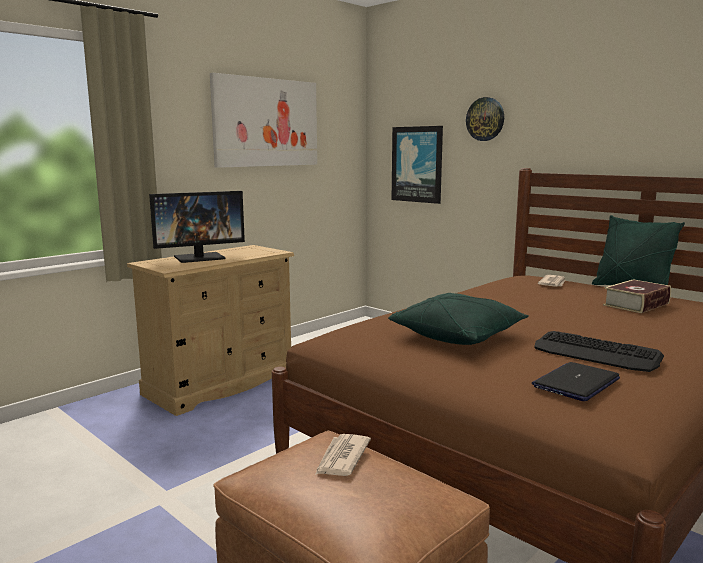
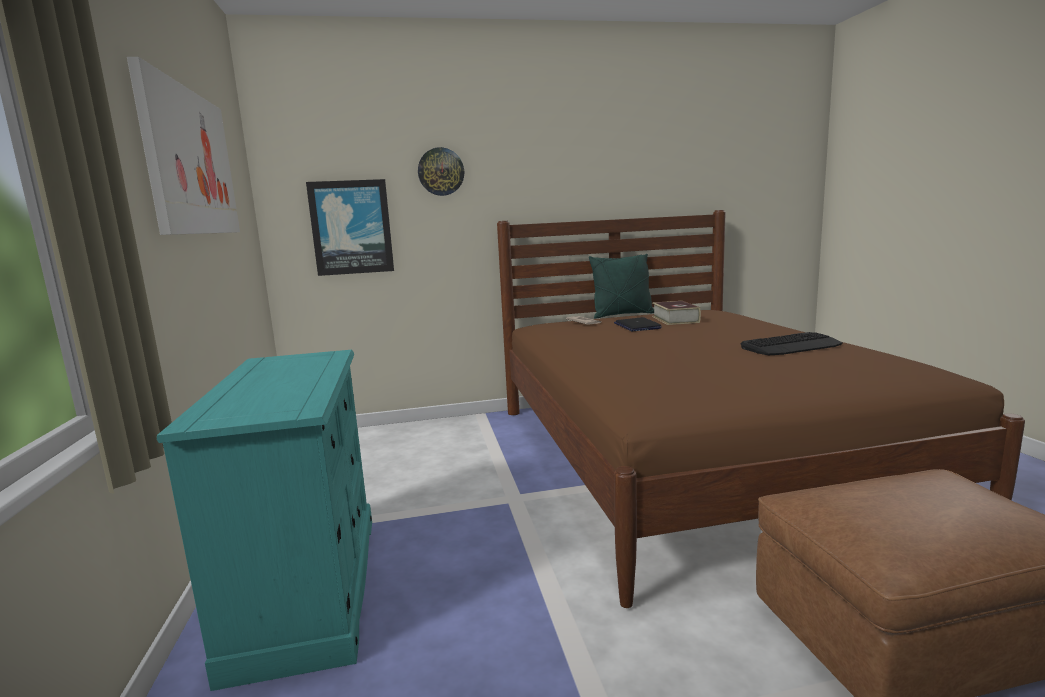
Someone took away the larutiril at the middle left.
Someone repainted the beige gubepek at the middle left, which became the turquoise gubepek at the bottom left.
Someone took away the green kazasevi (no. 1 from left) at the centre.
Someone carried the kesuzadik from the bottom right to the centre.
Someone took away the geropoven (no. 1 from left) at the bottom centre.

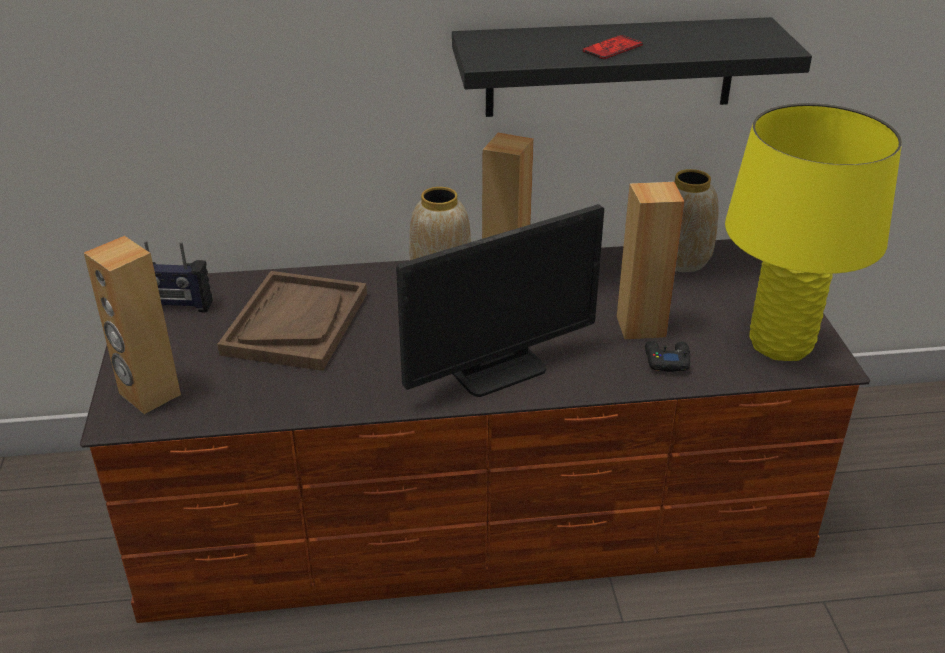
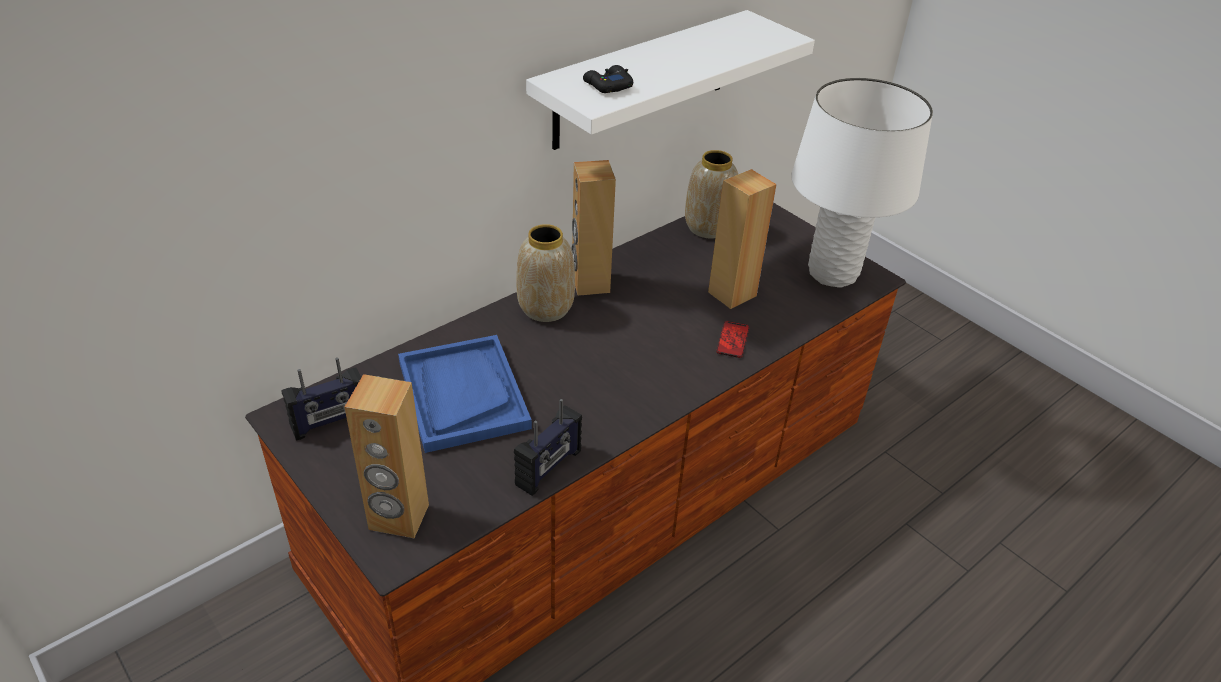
Someone repainted the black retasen at the top right, which became the white retasen at the top centre.
Someone carried the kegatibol from the top centre to the centre.
Someone repainted the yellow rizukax at the middle right, which became the white rizukax at the top right.
Someone took away the larutiril at the centre.
Someone repainted the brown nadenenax at the middle left, which became the blue nadenenax at the centre.
Someone carried the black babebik from the middle right to the top centre.
Someone put down the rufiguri (no. 2 from left) at the centre.

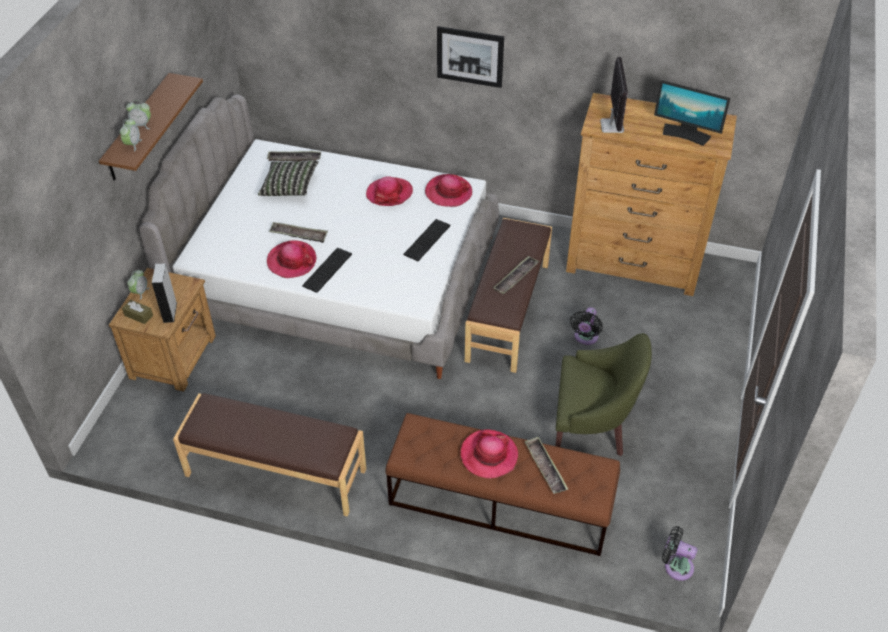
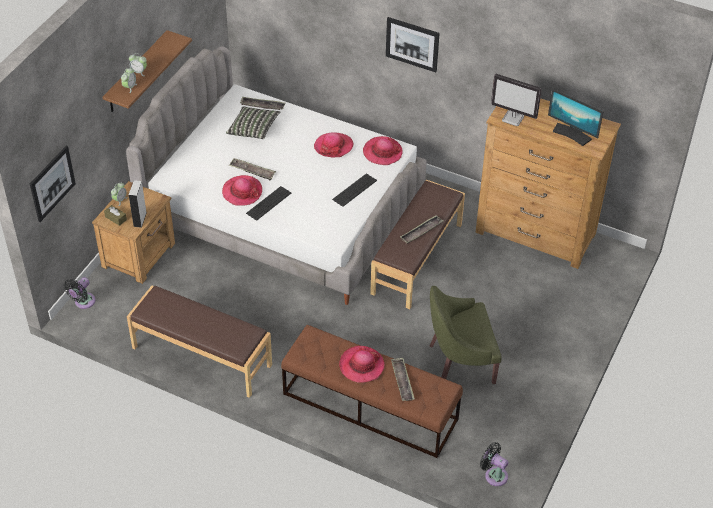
Someone rotated the larutiril (no. 1 from left) at the top right by 105 degrees clockwise.
Someone carried the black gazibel (no. 1 from left) from the centre to the middle left.
Someone rotated the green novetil at the middle right by 150 degrees clockwise.
Someone put up the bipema (no. 1 from left) at the middle left.

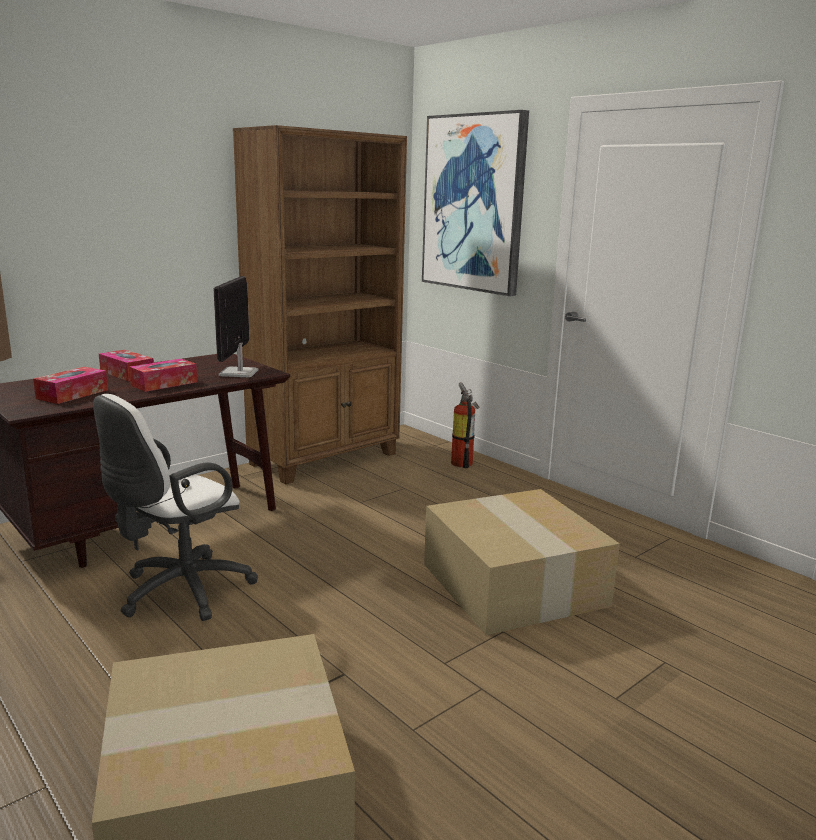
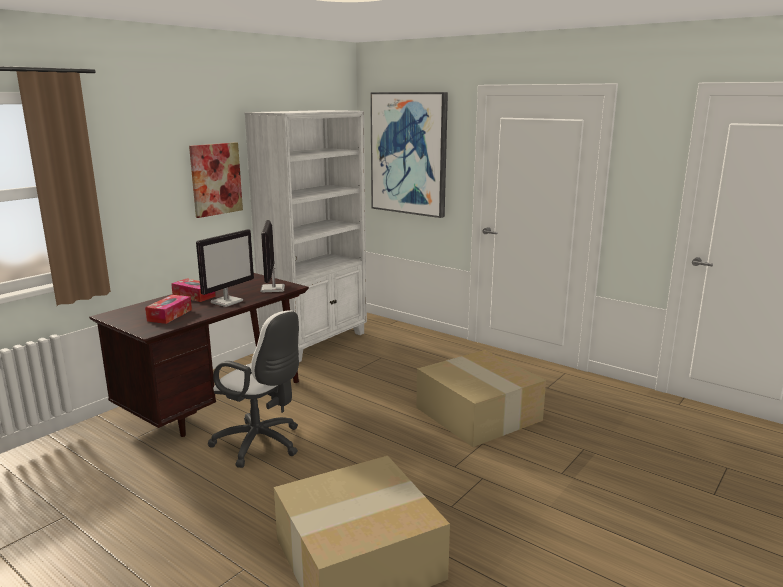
Someone repainted the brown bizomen at the centre, which became the white bizomen at the centre.
Someone swapped the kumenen (no. 3 from left) at the middle left for the larutiril (no. 1 from left) at the middle left.
Someone took away the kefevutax at the centre.
Someone rotated the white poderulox at the middle left by 90 degrees counterclockwise.
Someone put up the bipema (no. 1 from left) at the top left.

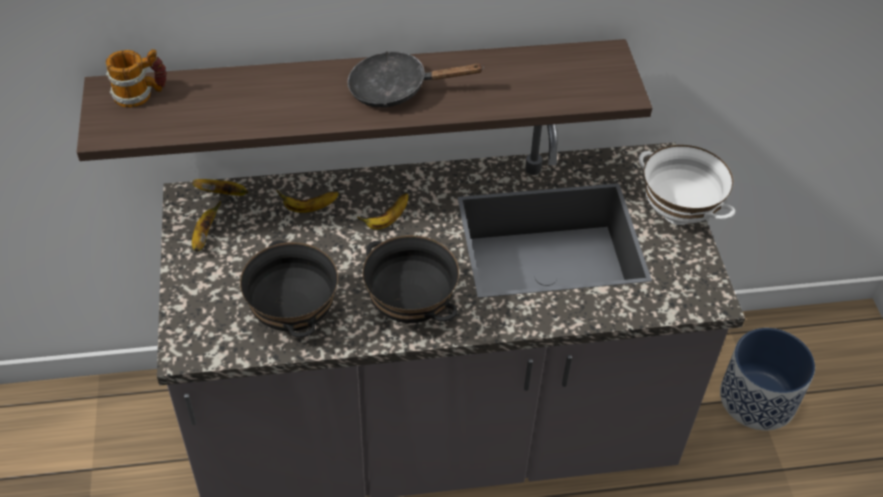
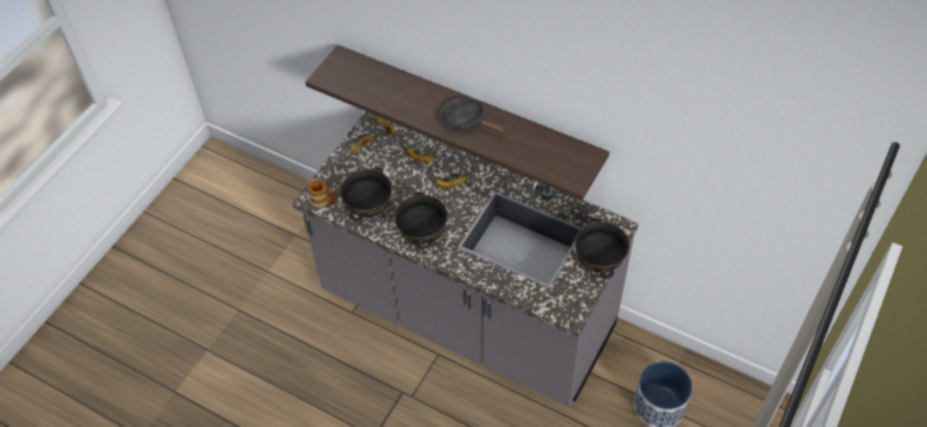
Someone carried the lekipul from the top left to the centre.
Someone repainted the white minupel at the middle right, which became the black minupel (no. 3 from left) at the centre.

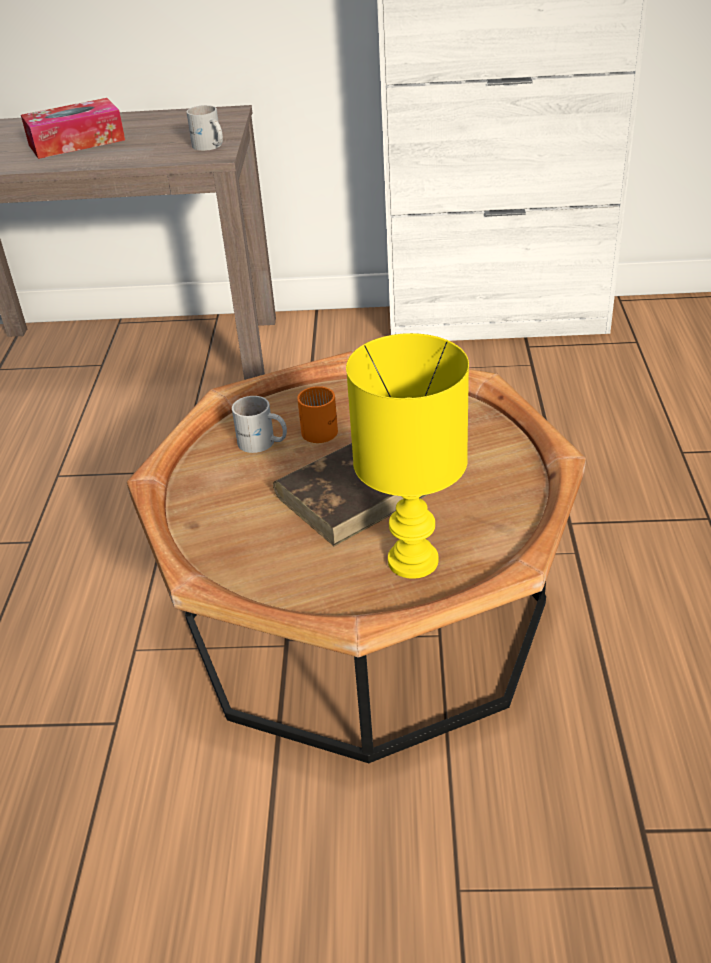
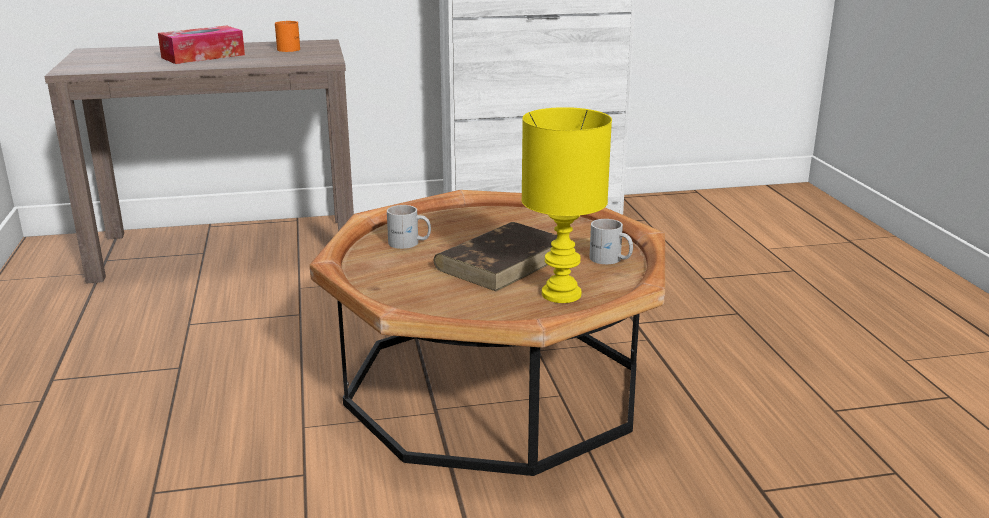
Someone carried the white lekipul (no. 1 from left in the first image) from the top left to the centre.
Someone carried the orange lekipul from the centre to the top left.

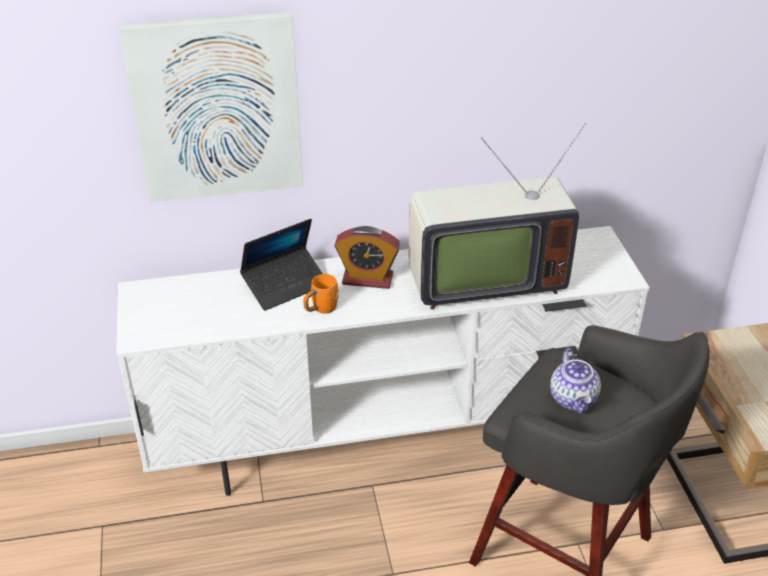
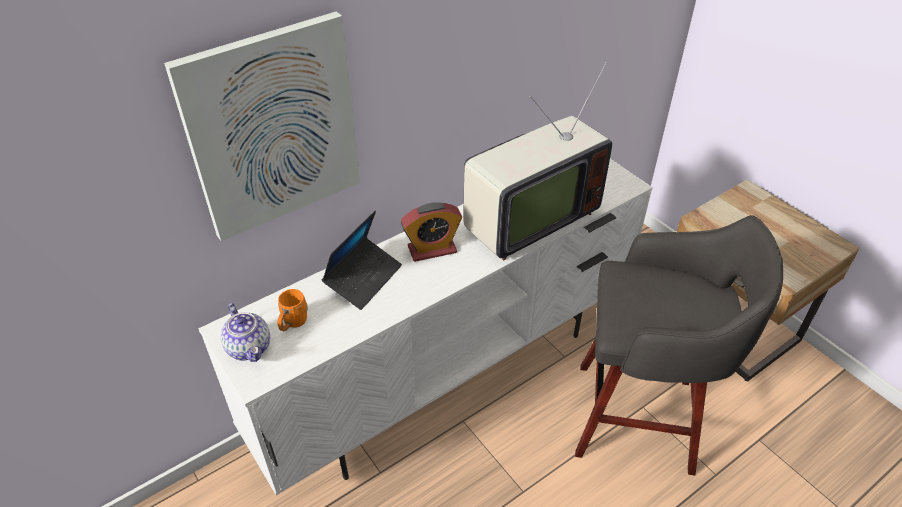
Someone carried the orange lekipul from the centre to the middle left.
Someone carried the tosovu from the middle right to the middle left.

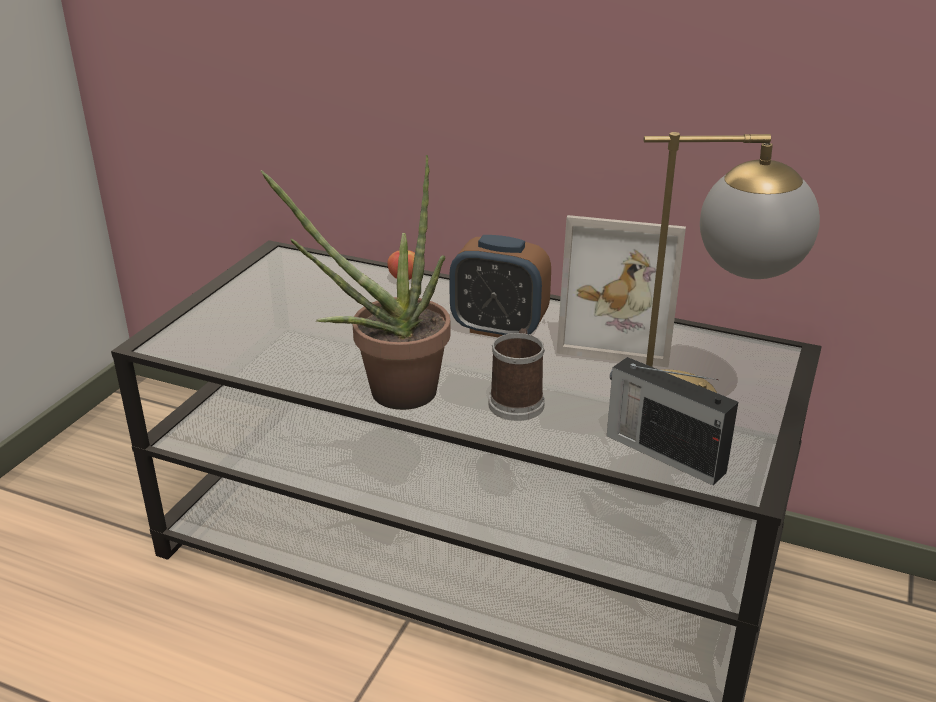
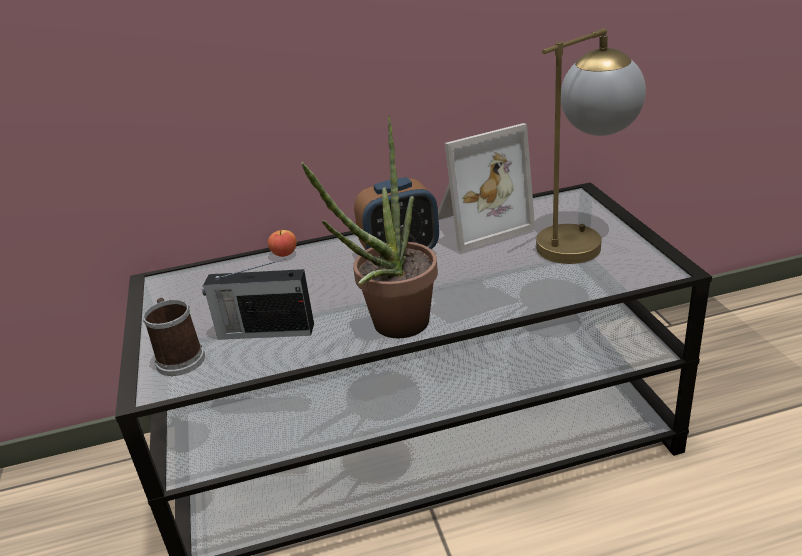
Someone carried the lekipul from the centre to the middle left.
Someone carried the rufiguri from the middle right to the middle left.

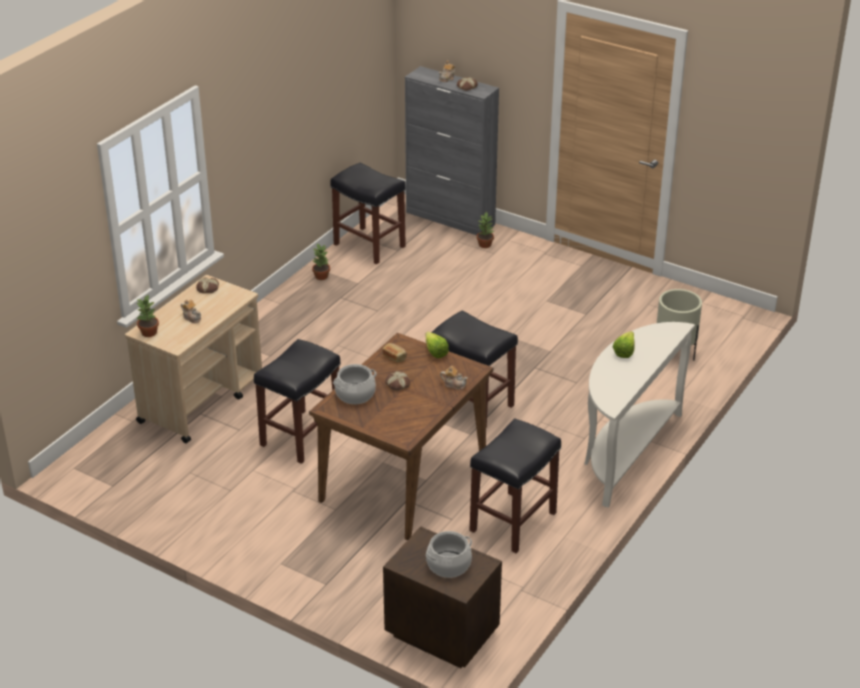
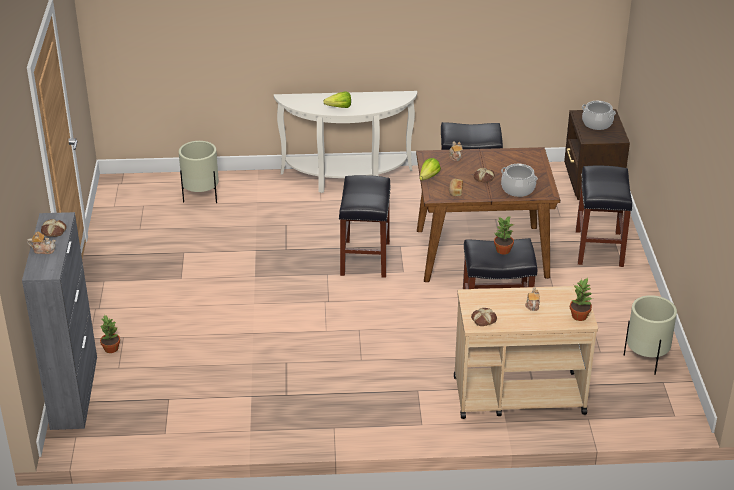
Someone carried the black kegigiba (no. 2 from left in the first image) from the top centre to the middle right.
Someone carried the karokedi (no. 2 from left) from the centre to the middle right.
Someone put down the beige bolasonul (no. 2 from left) at the bottom right.

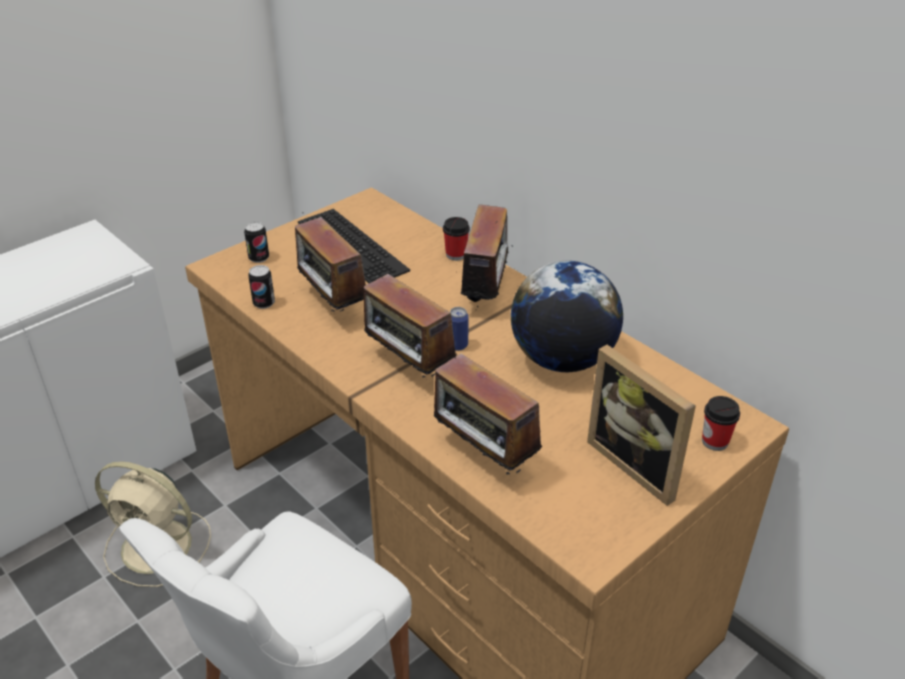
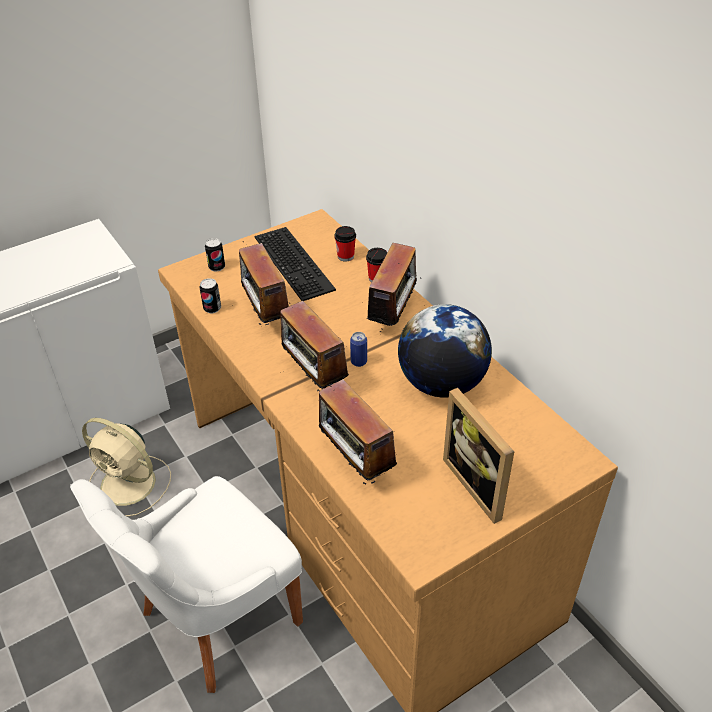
Someone carried the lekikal (no. 2 from left in the first image) from the middle right to the centre.

